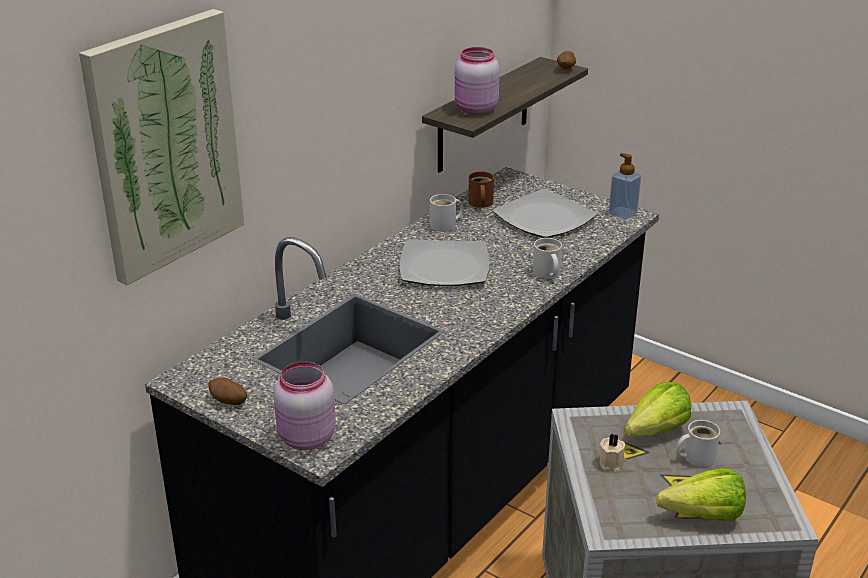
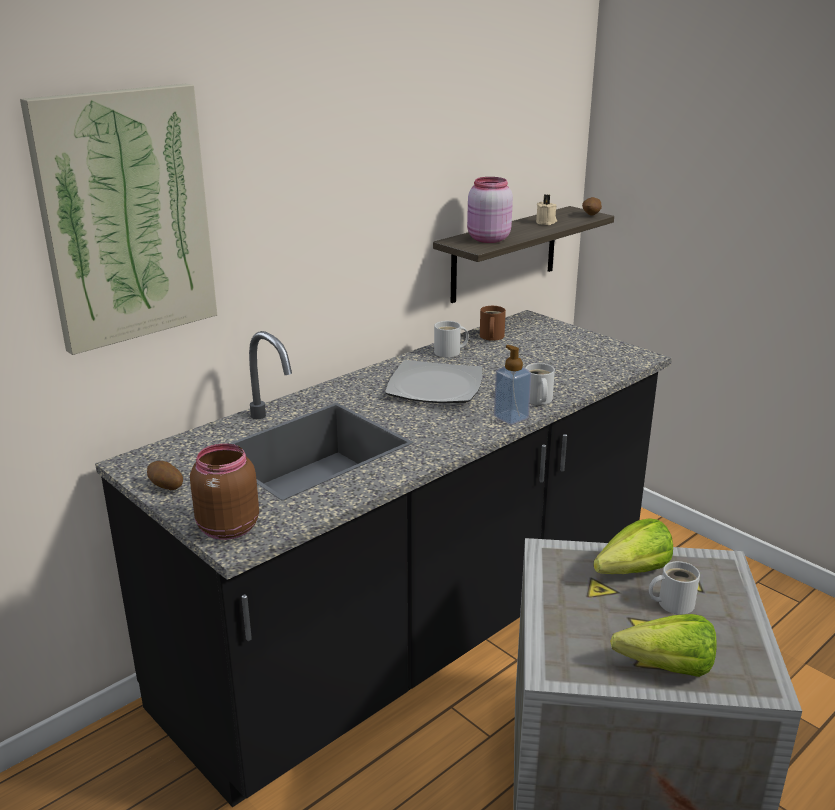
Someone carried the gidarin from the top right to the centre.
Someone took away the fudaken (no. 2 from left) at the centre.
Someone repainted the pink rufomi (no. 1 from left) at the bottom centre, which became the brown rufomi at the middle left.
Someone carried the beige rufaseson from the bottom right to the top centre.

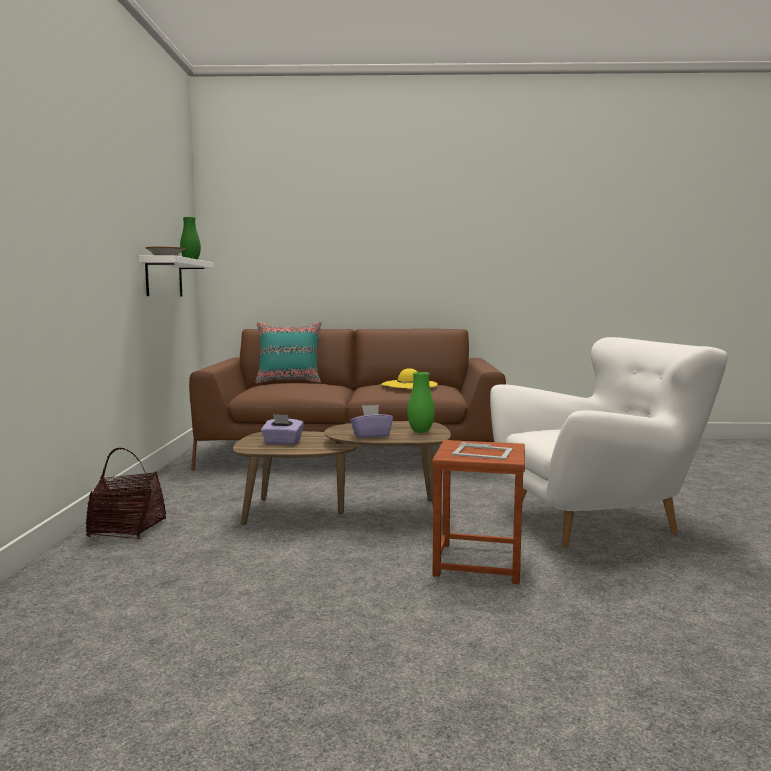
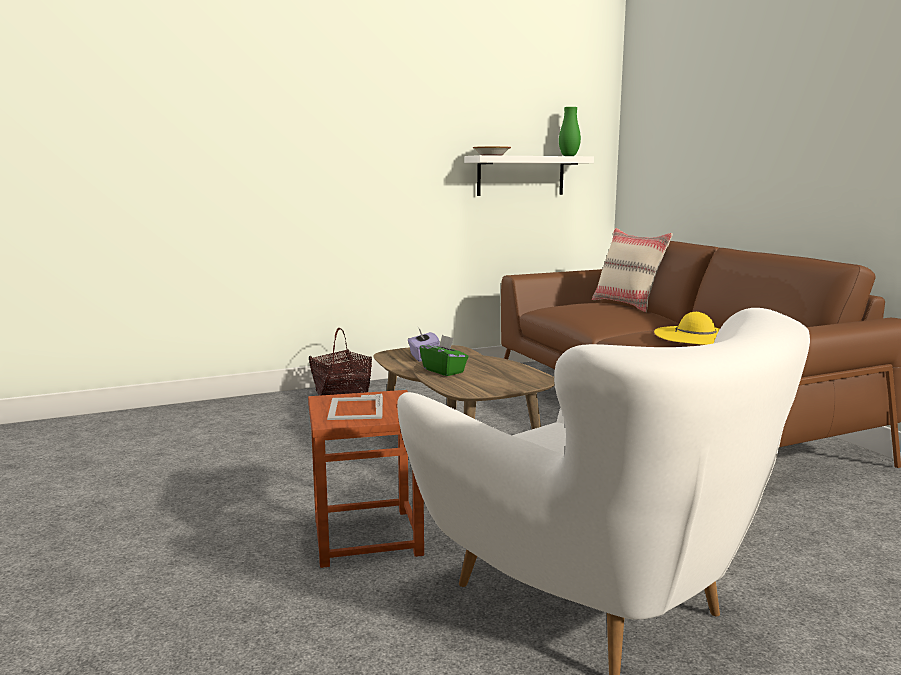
Someone repainted the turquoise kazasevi at the centre, which became the beige kazasevi at the middle right.
Someone took away the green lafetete (no. 2 from left) at the centre.
Someone repainted the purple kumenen (no. 2 from left) at the centre, which became the green kumenen at the centre.

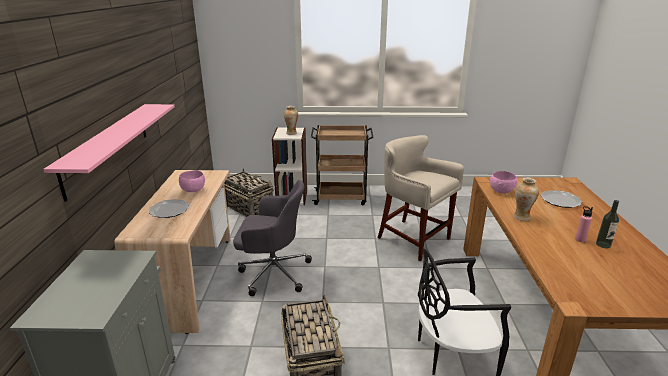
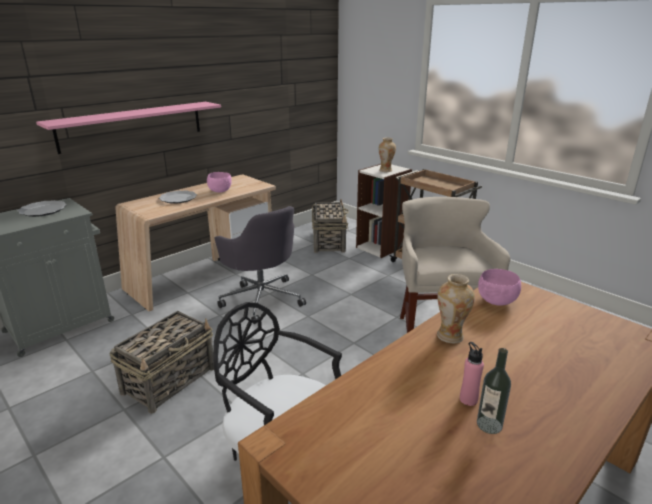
Someone carried the fudaken (no. 2 from left in the first image) from the middle right to the middle left.

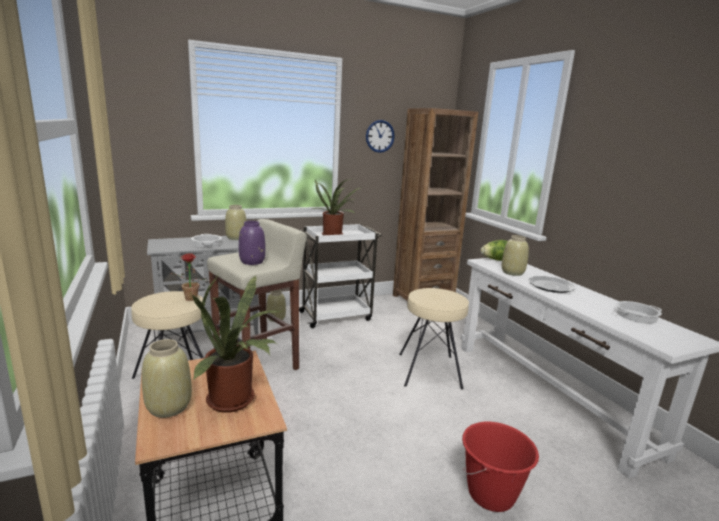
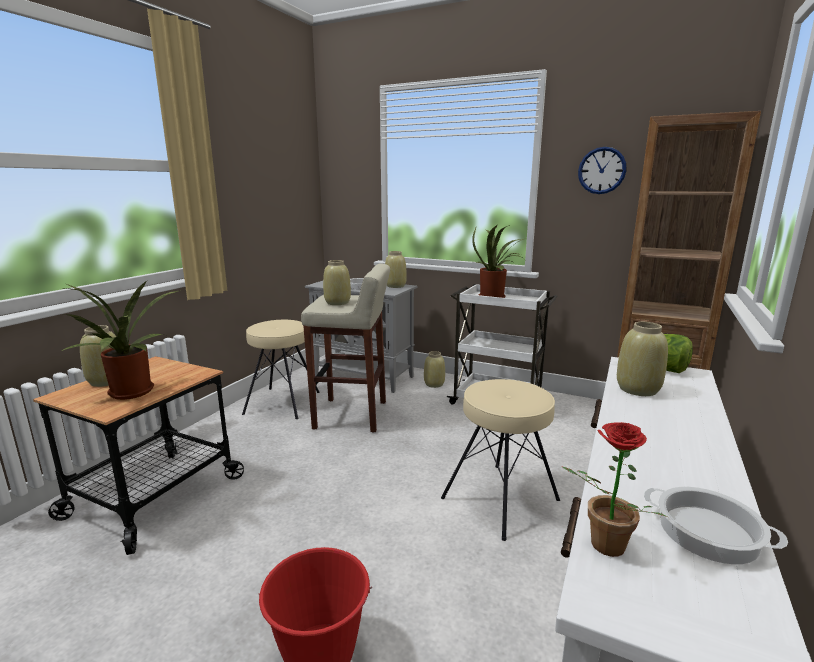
Someone repainted the purple lafetete at the centre, which became the beige lafetete (no. 2 from left) at the centre.
Someone carried the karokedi (no. 1 from left in the first image) from the middle left to the bottom right.
Someone took away the fudaken at the middle right.

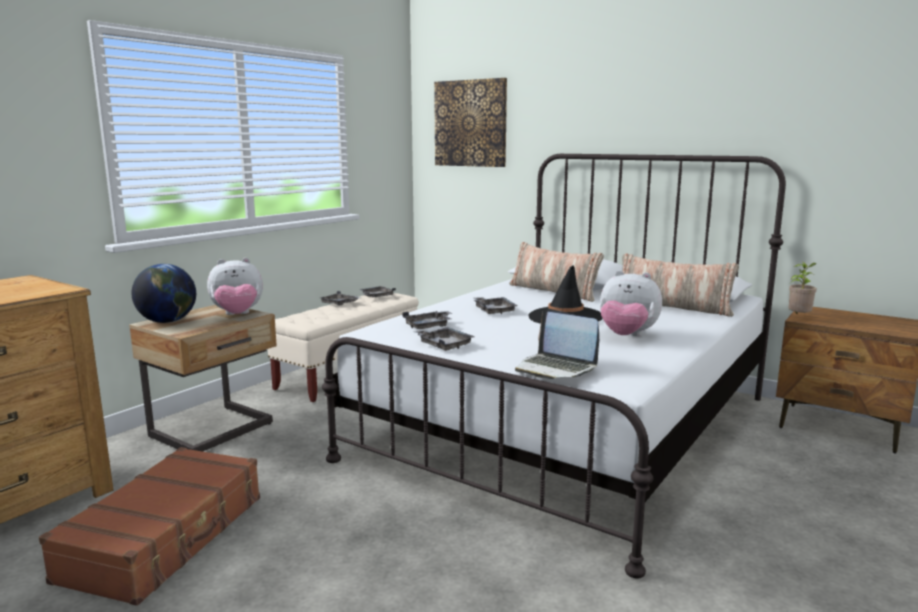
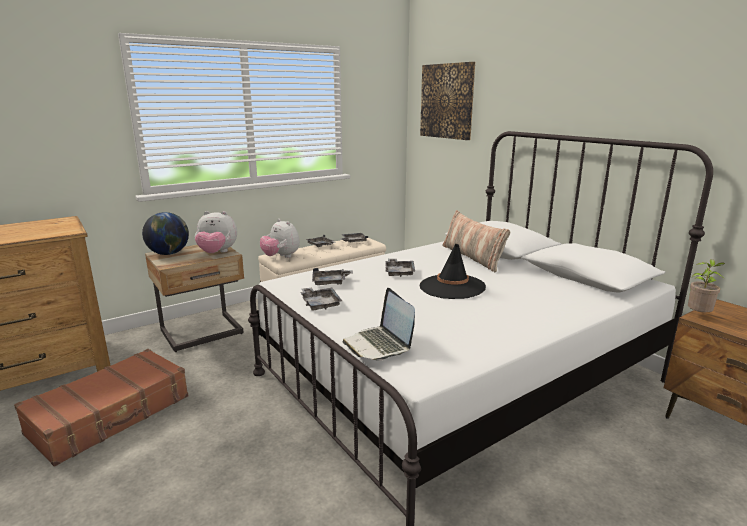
Someone took away the kazasevi (no. 2 from left) at the middle right.
Someone carried the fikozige (no. 2 from left) from the middle right to the centre.

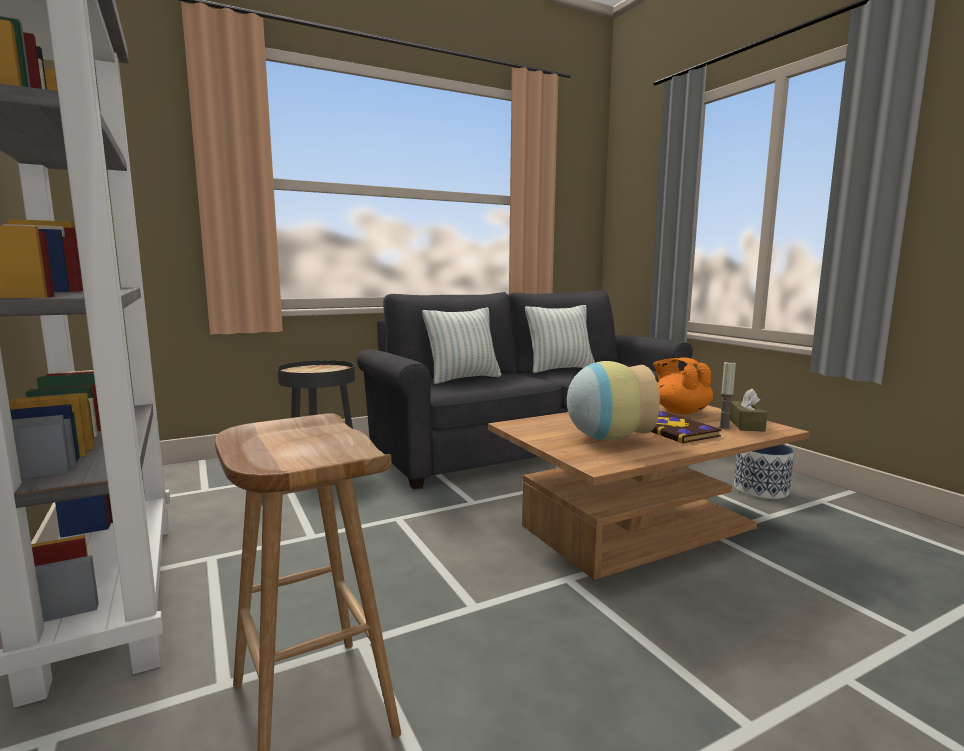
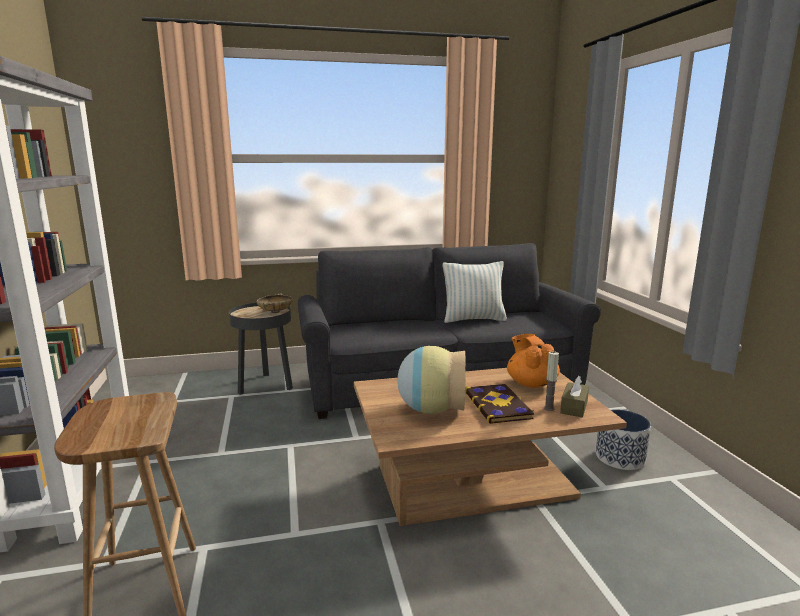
Someone took away the kazasevi (no. 1 from left) at the centre.
Someone put down the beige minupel at the centre.

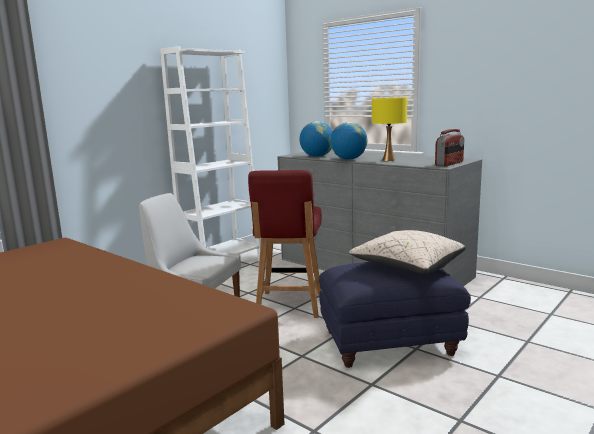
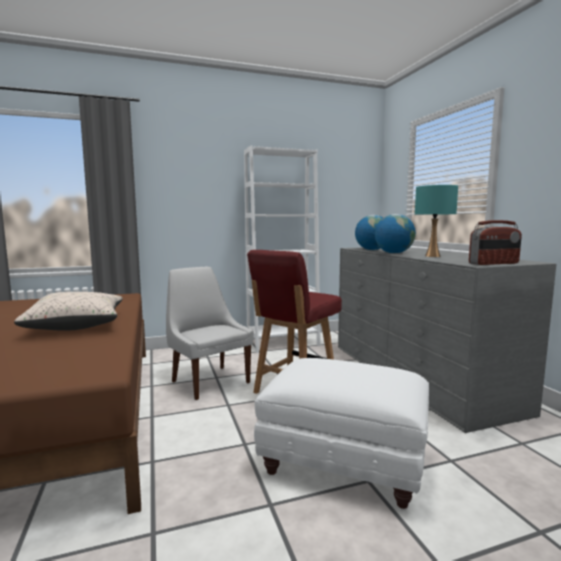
Someone repainted the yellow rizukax at the top centre, which became the turquoise rizukax at the middle right.
Someone carried the beige kazasevi from the middle right to the middle left.
Someone repainted the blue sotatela at the bottom centre, which became the white sotatela at the bottom centre.

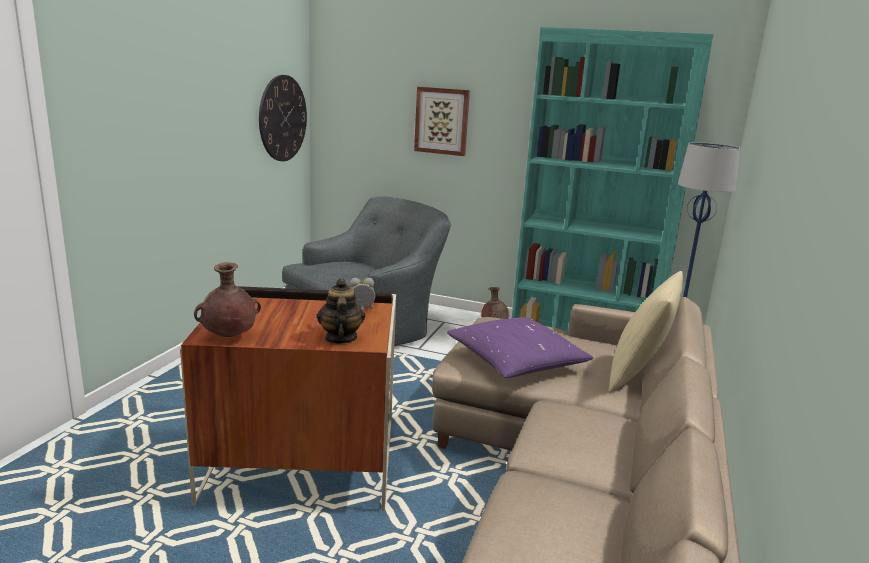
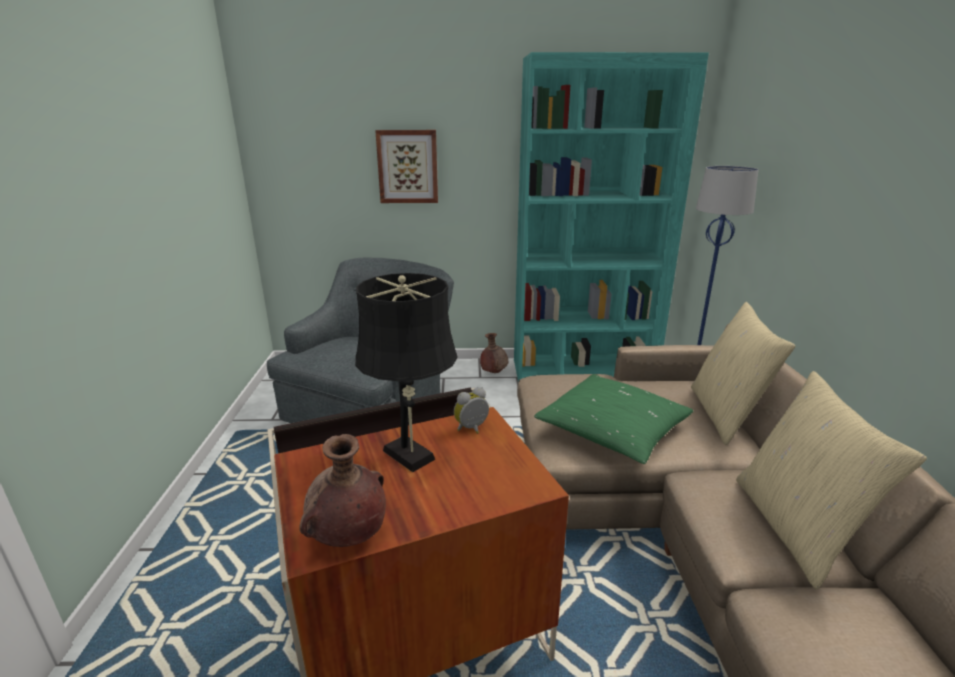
Someone took away the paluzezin at the top left.
Someone took away the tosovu at the centre.
Someone repainted the purple kazasevi at the centre, which became the green kazasevi at the centre.
Someone put down the black rizukax at the centre.
Someone put down the beige kazasevi (no. 2 from left) at the bottom right.

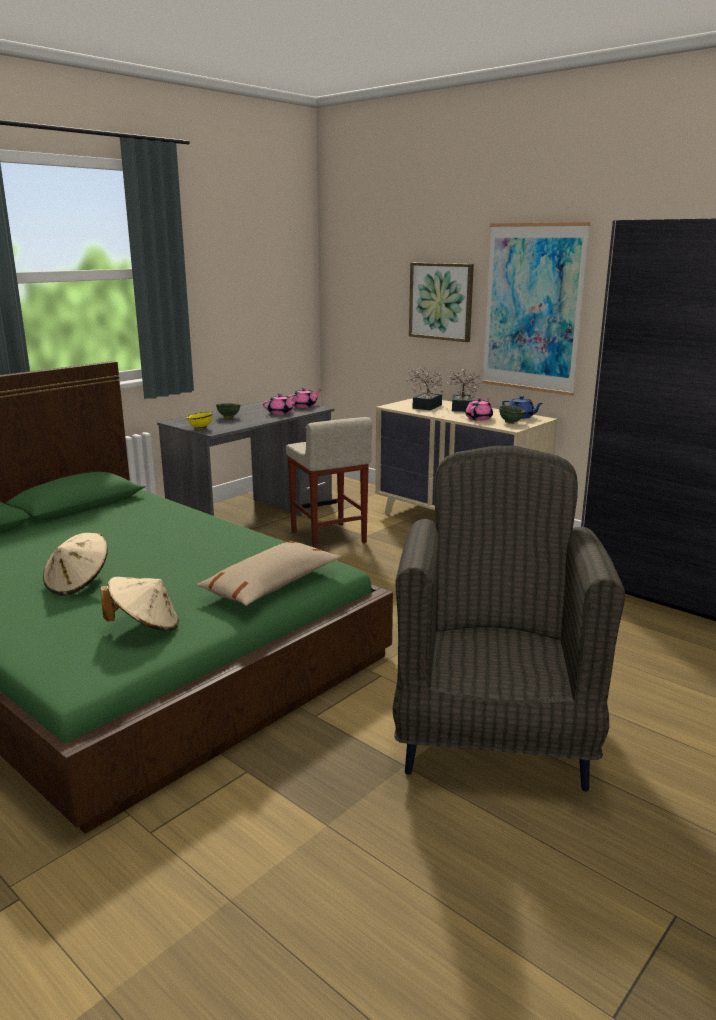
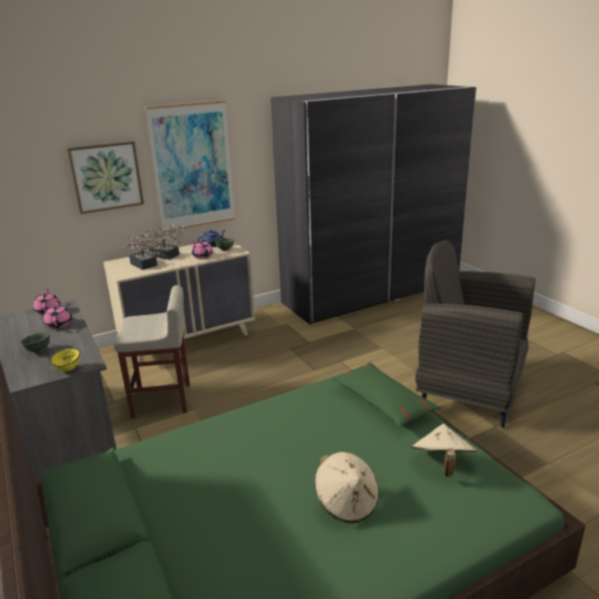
Someone repainted the beige kazasevi at the centre, which became the green kazasevi at the centre.

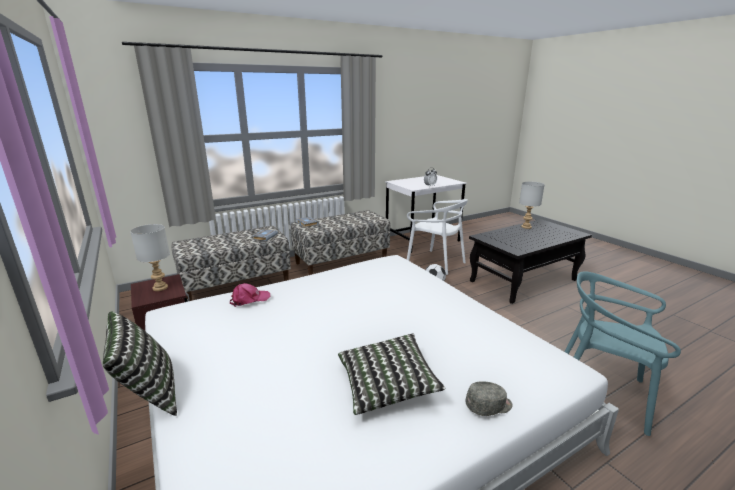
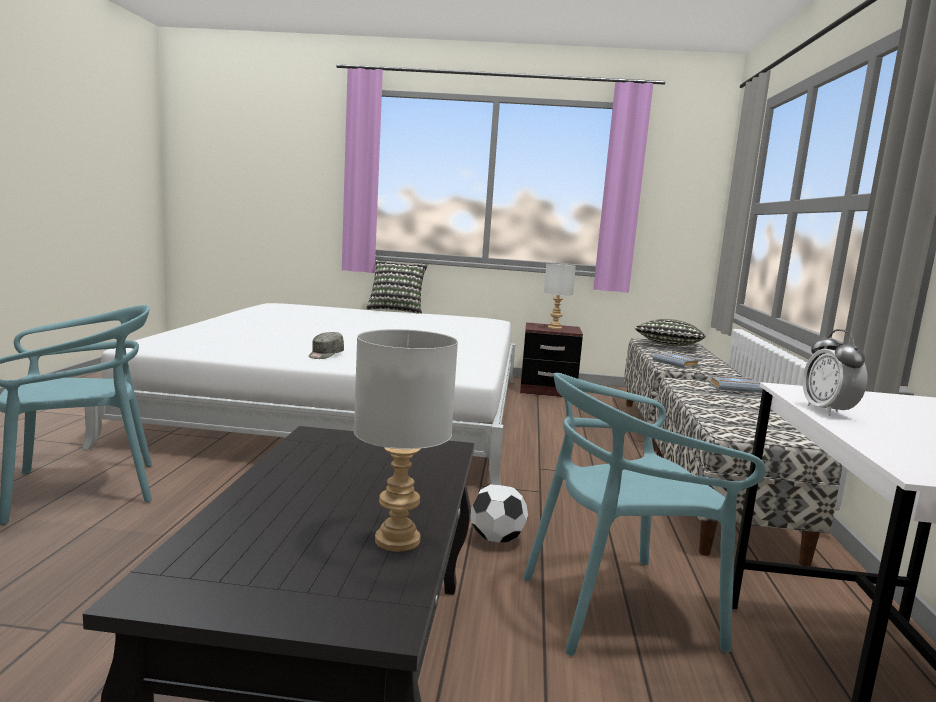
Someone repainted the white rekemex at the centre, which became the turquoise rekemex (no. 2 from left) at the bottom right.
Someone took away the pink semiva at the centre.
Someone carried the kazasevi (no. 2 from left) from the bottom centre to the middle right.
Someone carried the grey semiva from the bottom centre to the centre.

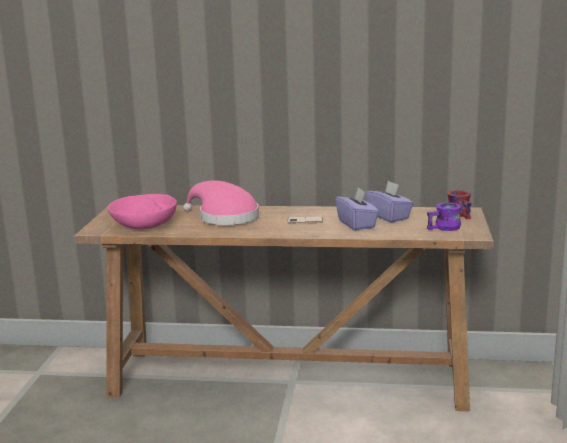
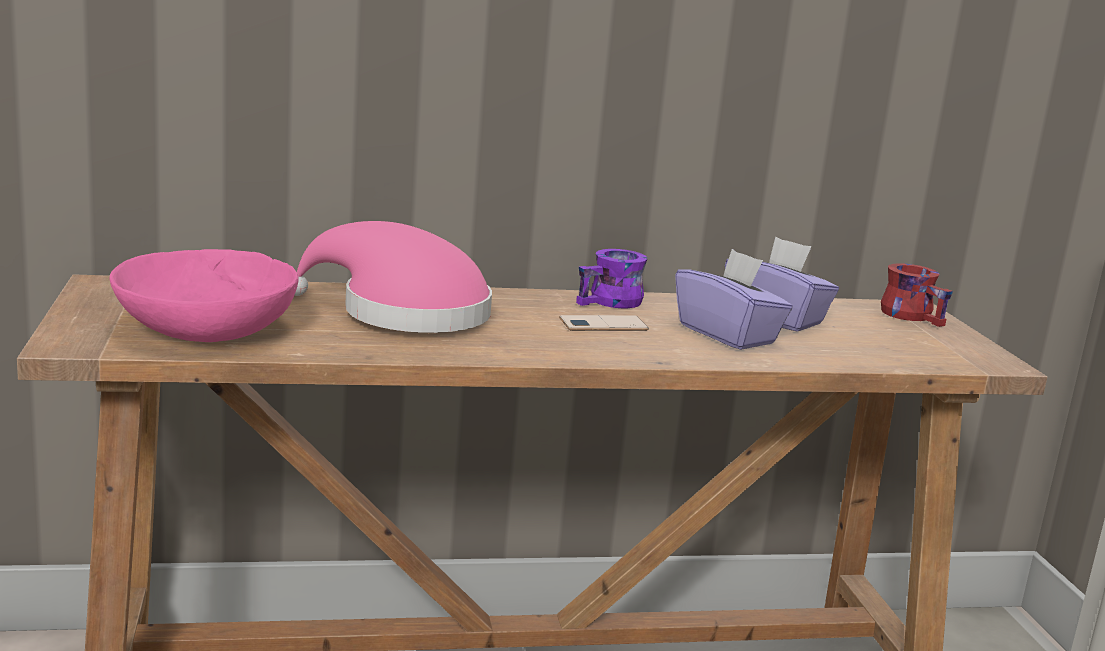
Someone carried the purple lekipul from the middle right to the centre.

